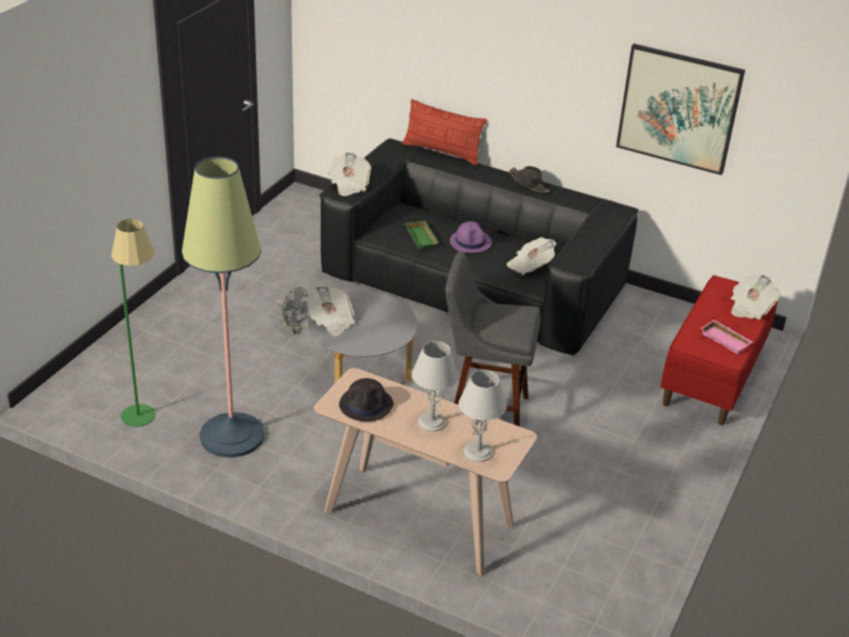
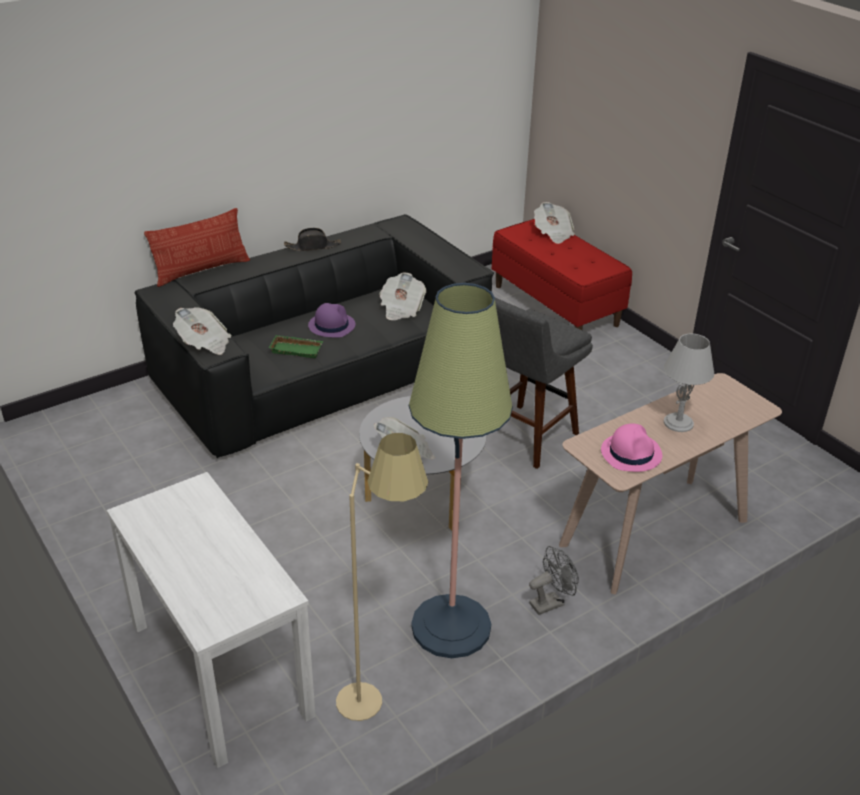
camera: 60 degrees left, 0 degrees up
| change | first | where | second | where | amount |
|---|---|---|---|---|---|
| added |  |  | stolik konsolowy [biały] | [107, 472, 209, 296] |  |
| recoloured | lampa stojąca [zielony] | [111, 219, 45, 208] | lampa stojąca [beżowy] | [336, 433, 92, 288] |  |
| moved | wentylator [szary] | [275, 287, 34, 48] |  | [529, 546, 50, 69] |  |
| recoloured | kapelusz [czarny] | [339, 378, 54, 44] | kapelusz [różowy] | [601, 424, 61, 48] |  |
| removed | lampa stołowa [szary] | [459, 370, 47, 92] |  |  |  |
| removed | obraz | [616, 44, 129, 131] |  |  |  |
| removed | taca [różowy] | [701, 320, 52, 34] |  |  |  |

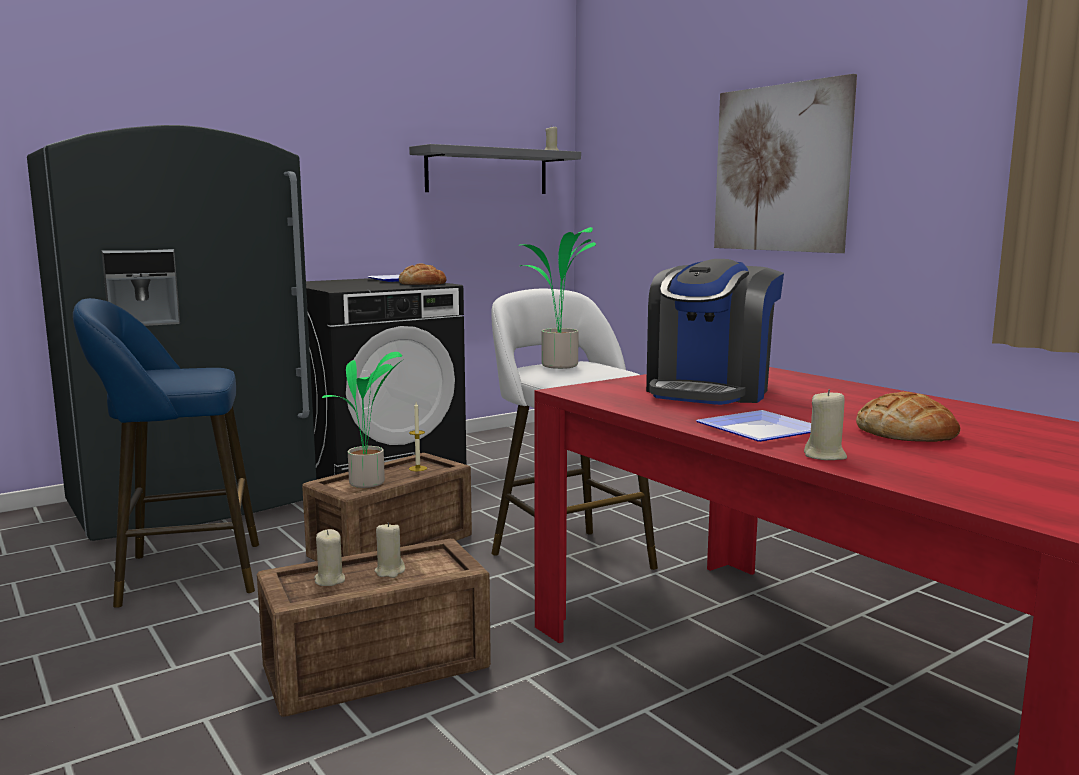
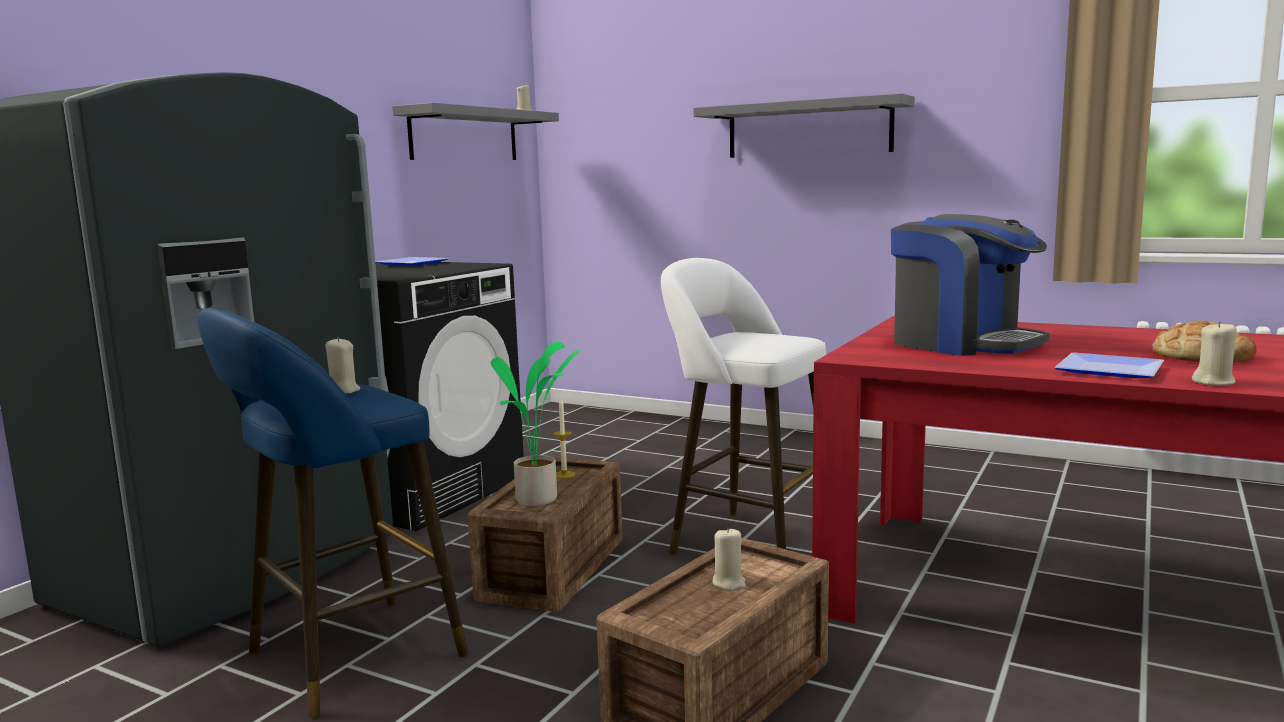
camera: 25 degrees left, 0 degrees up
| change | first | where | second | where | amount |
|---|---|---|---|---|---|
| moved | świeca [beżowy] | [314, 529, 31, 57] |  | [325, 337, 35, 57] |  |
| replaced | obraz | [714, 74, 143, 179] | półka [szary] | [693, 93, 222, 65] |  |
| turned | ekspres do kawy | [646, 259, 138, 146] |  | [891, 214, 158, 142] | 45 degrees counterclockwise |
| removed | chleb | [399, 263, 48, 22] |  |  |  |
| removed | roślina doniczkowa | [519, 227, 77, 142] |  |  |  |

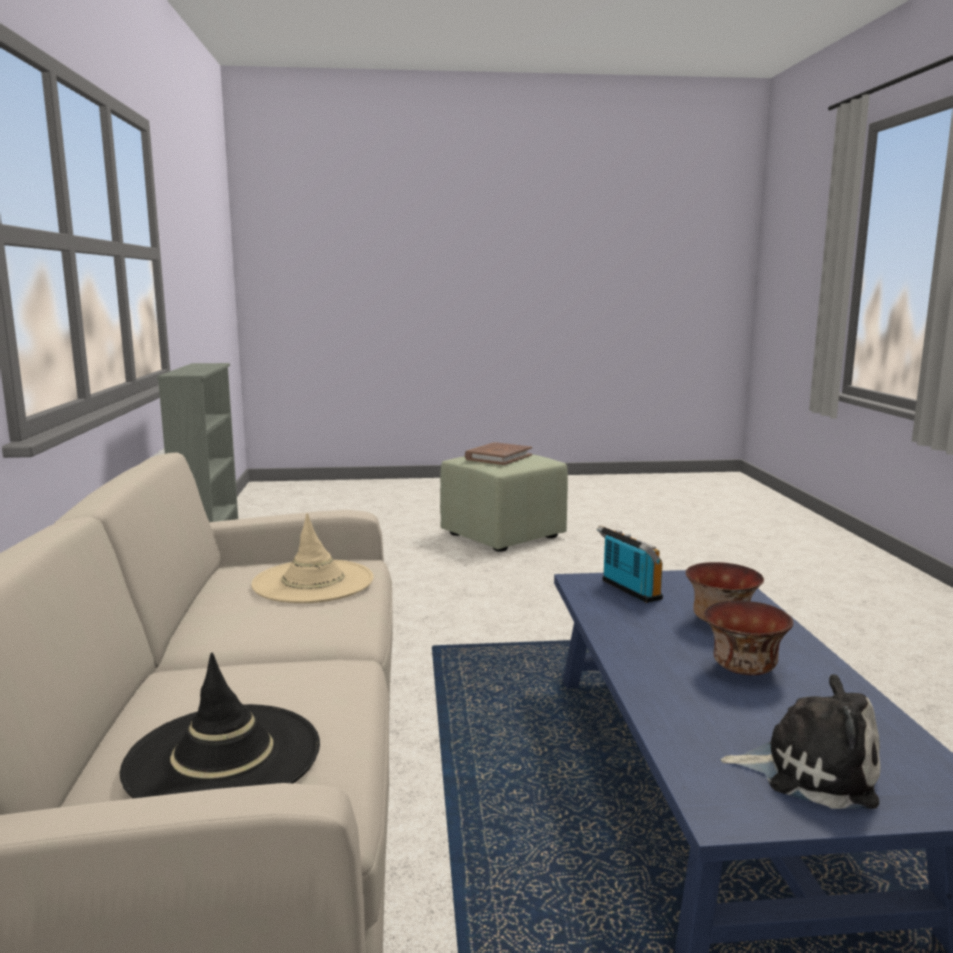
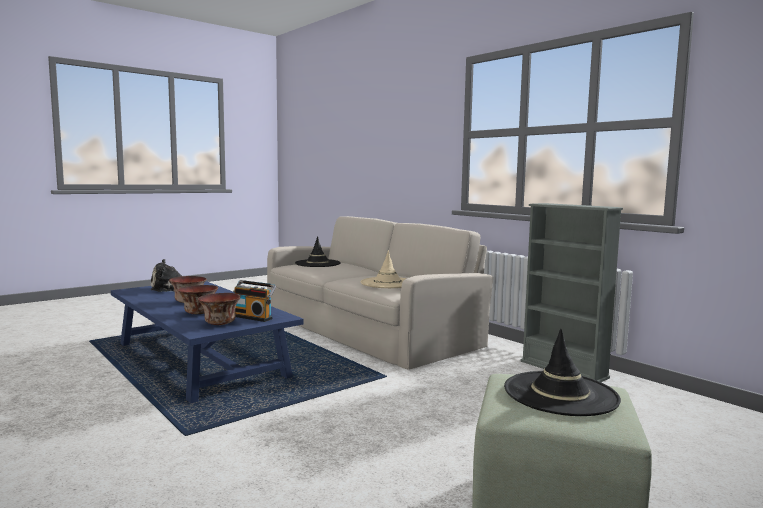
camera: 145 degrees right, 5 degrees down
| change | first | where | second | where | amount |
|---|---|---|---|---|---|
| added |  |  | miska | [198, 293, 43, 32] |  |
| replaced | książka [brązowy] | [465, 442, 67, 23] | kapelusz [czarny] | [504, 329, 117, 87] |  |

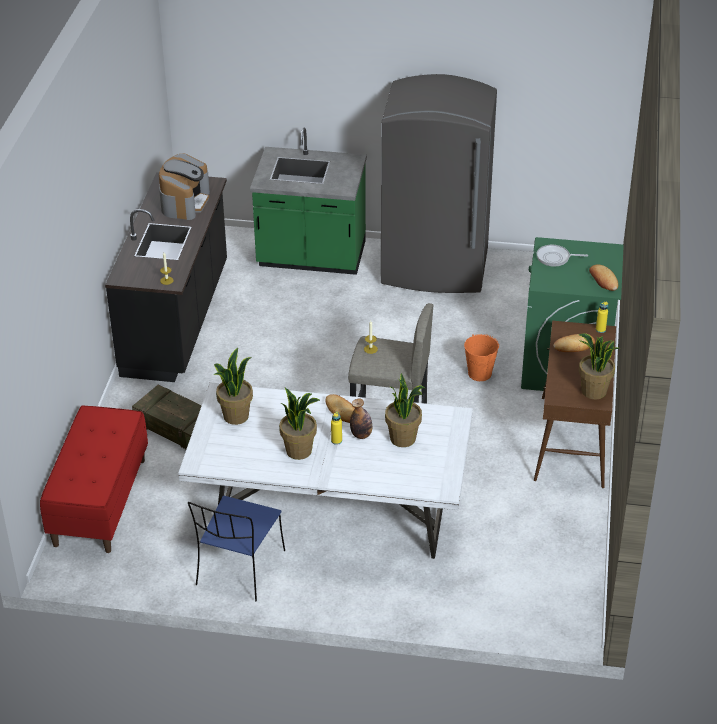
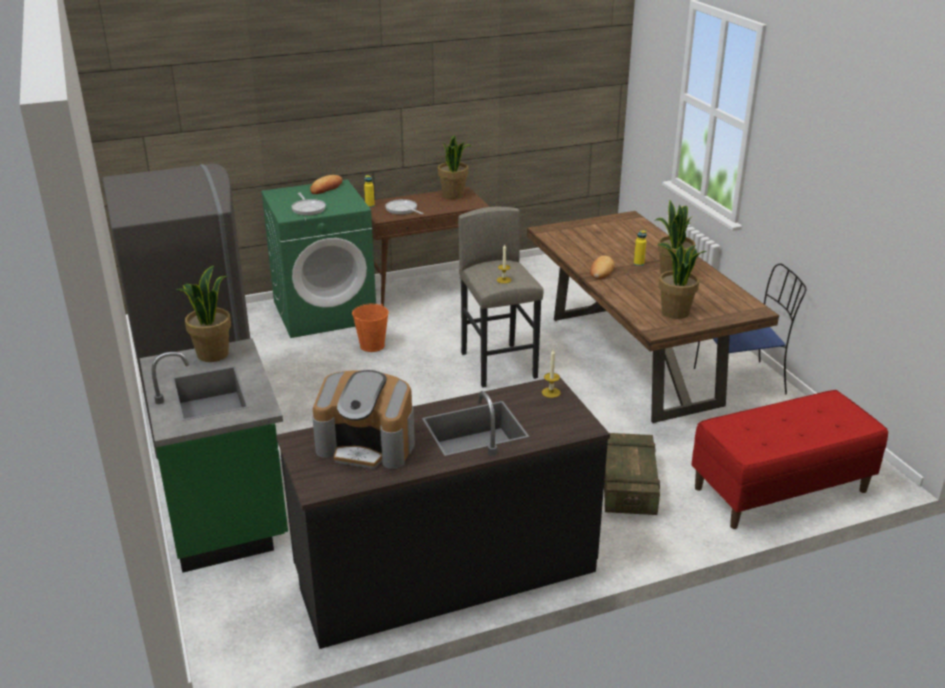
camera: 120 degrees left, 10 degrees down
| change | first | where | second | where | amount |
|---|---|---|---|---|---|
| moved | roślina doniczkowa | [385, 373, 40, 74] |  | [176, 265, 55, 97] |  |
| turned | ekspres do kawy | [159, 154, 51, 66] |  | [312, 370, 103, 99] | 150 degrees counterclockwise |
| replaced | chleb | [553, 334, 42, 18] | patelnia | [385, 199, 38, 16] |  |
| recoloured | stół jadalny [biały] | [178, 383, 295, 176] | stół jadalny [brązowy] | [527, 211, 252, 212] |  |
| removed | butelka | [350, 399, 22, 40] |  |  |  |

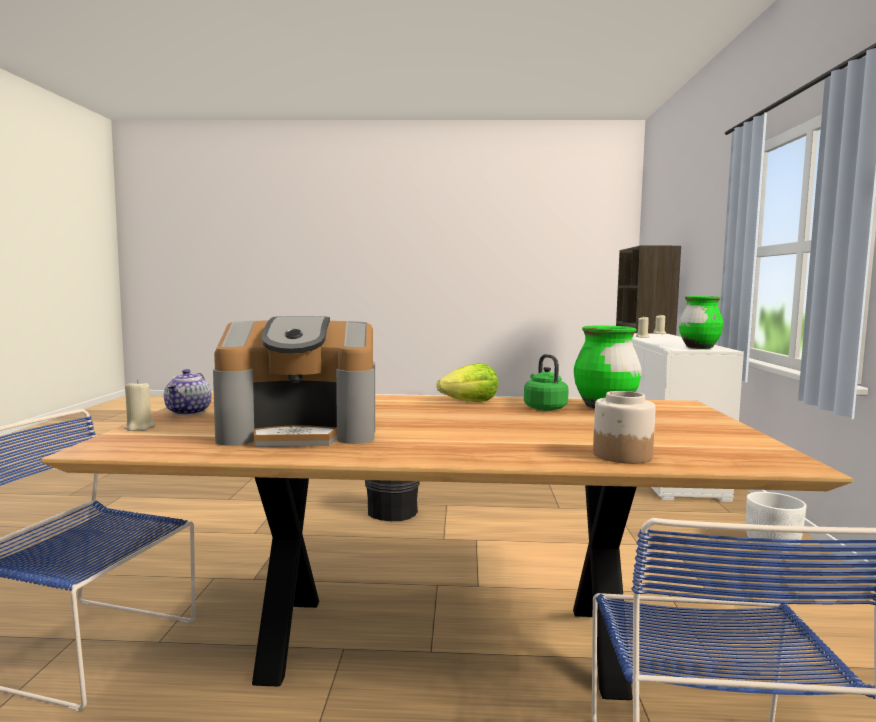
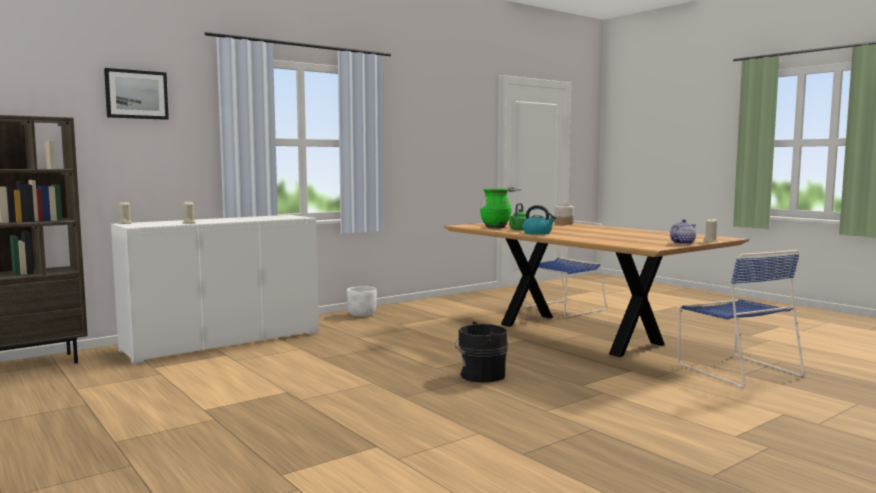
camera: 130 degrees left, 0 degrees up
| change | first | where | second | where | amount |
|---|---|---|---|---|---|
| added |  |  | obraz | [104, 68, 65, 52] |  |
| replaced | sałata | [437, 363, 61, 39] | czajnik | [522, 205, 34, 30] |  |
| removed | ekspres do kawy | [213, 316, 162, 131] |  |  |  |
| removed | wazon [zielony] | [679, 296, 45, 53] |  |  |  |

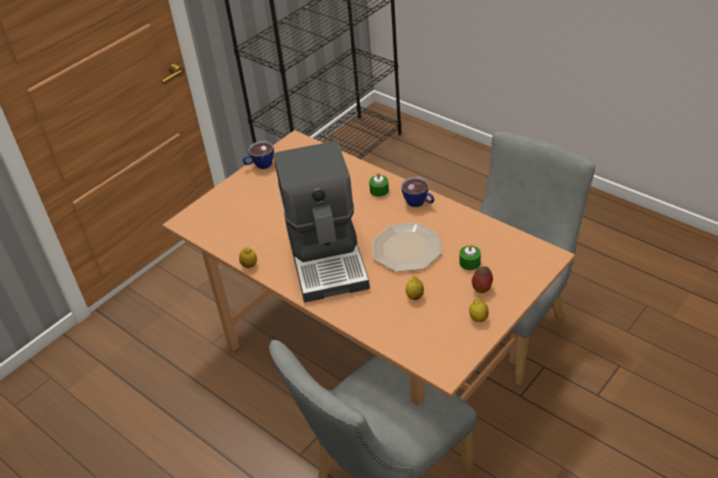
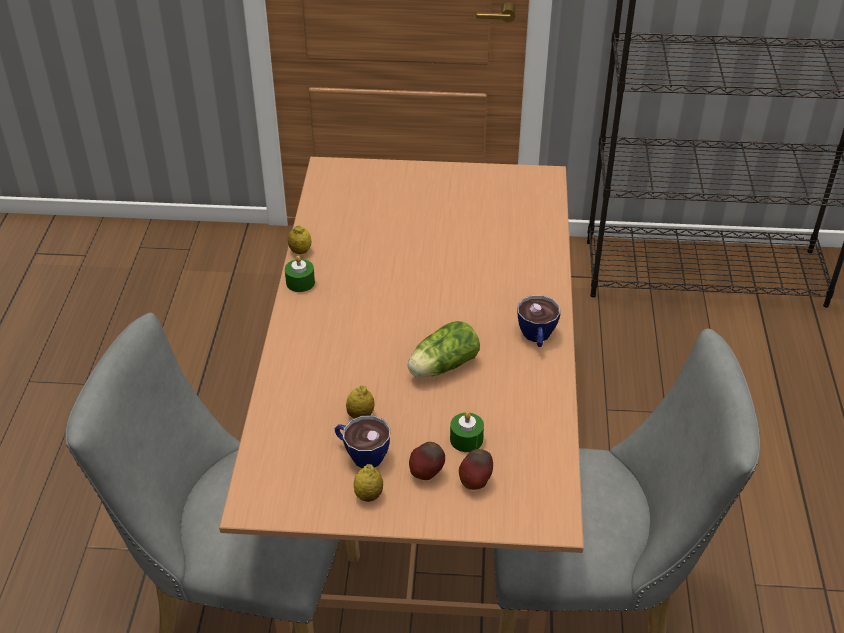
camera: 50 degrees right, 0 degrees up
| change | first | where | second | where | amount |
|---|---|---|---|---|---|
| moved | świeca [zielony] | [369, 173, 20, 24] |  | [285, 256, 30, 36] |  |
| moved | filiżanka | [242, 141, 32, 28] |  | [335, 416, 55, 52] |  |
| replaced | talerz | [372, 223, 70, 49] | sałata | [408, 321, 72, 56] |  |
| added |  |  | jabłko | [459, 449, 34, 41] |  |
| removed | ekspres do kawy | [274, 141, 96, 162] |  |  |  |

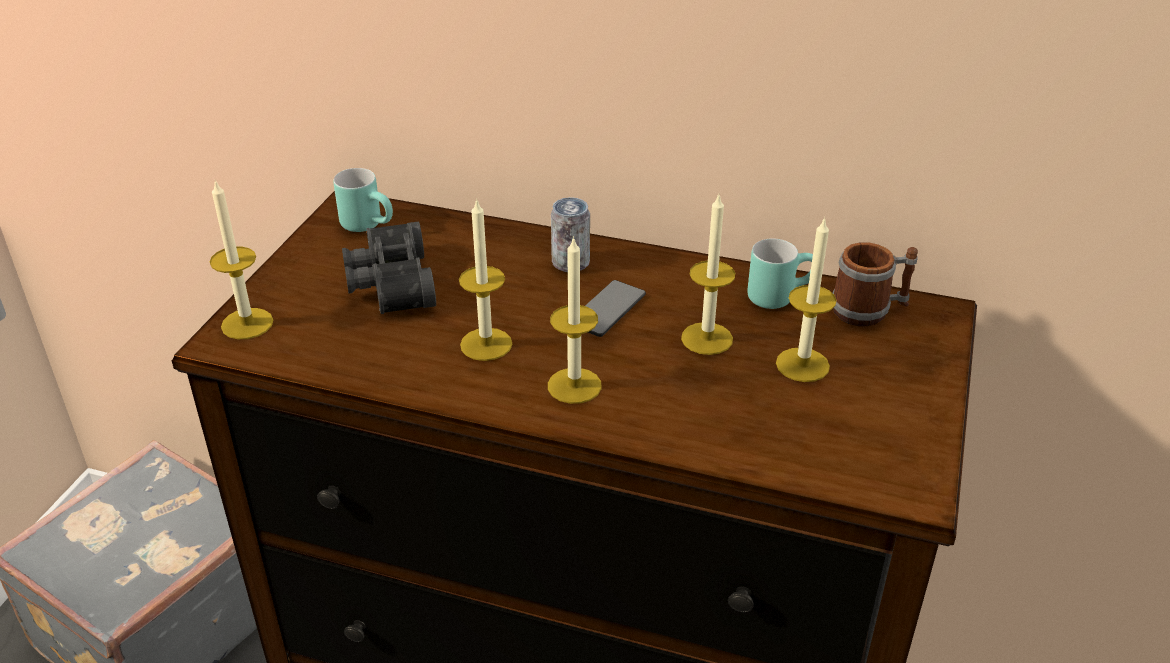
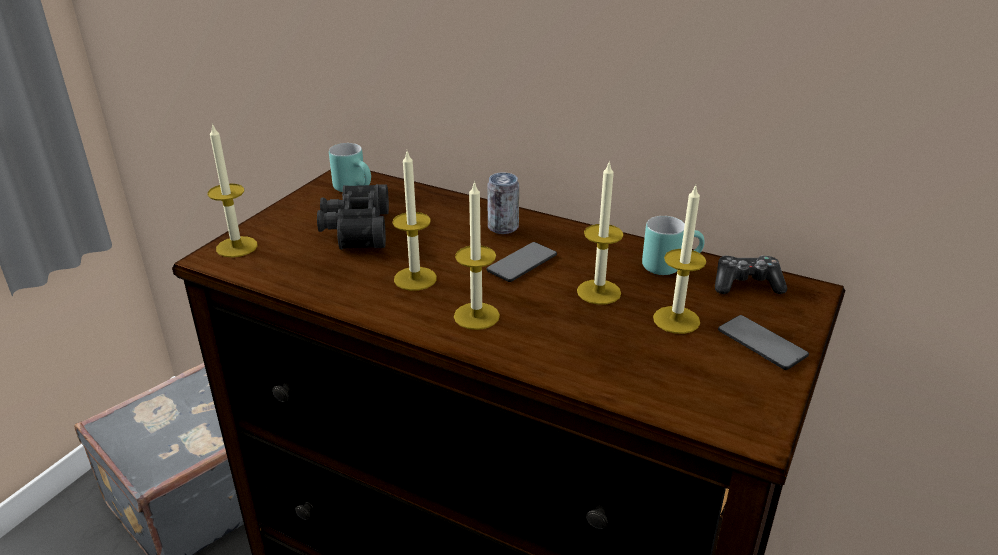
camera: 10 degrees right, 5 degrees down
| change | first | where | second | where | amount |
|---|---|---|---|---|---|
| replaced | kubek | [832, 242, 86, 84] | pad do gier | [715, 256, 72, 38] |  |
| added |  |  | telefon | [718, 315, 91, 55] |  |

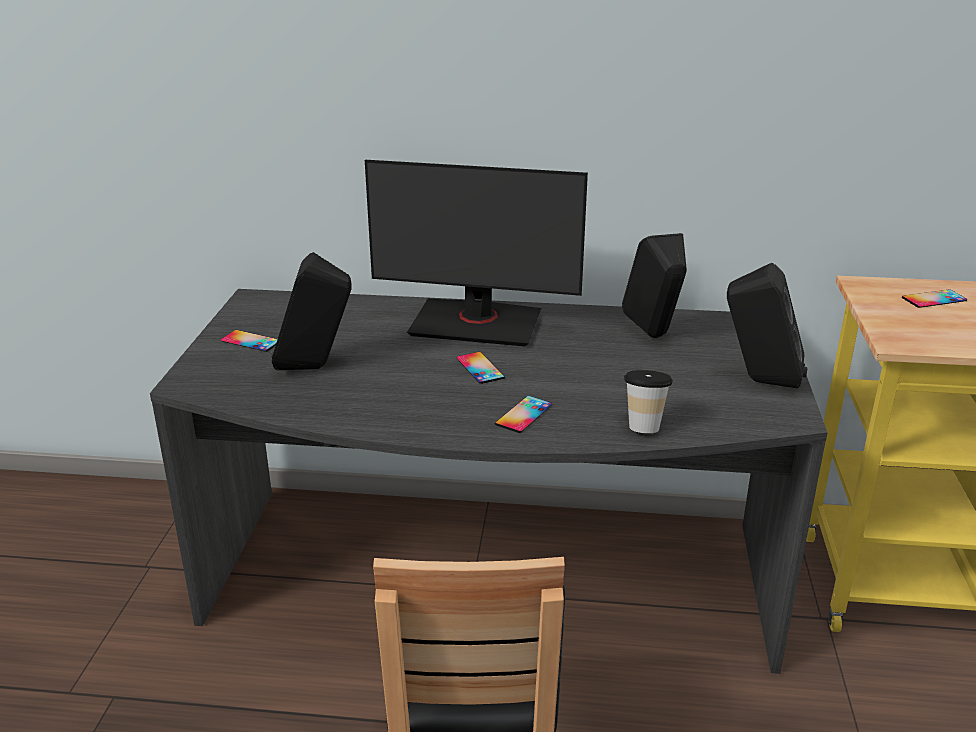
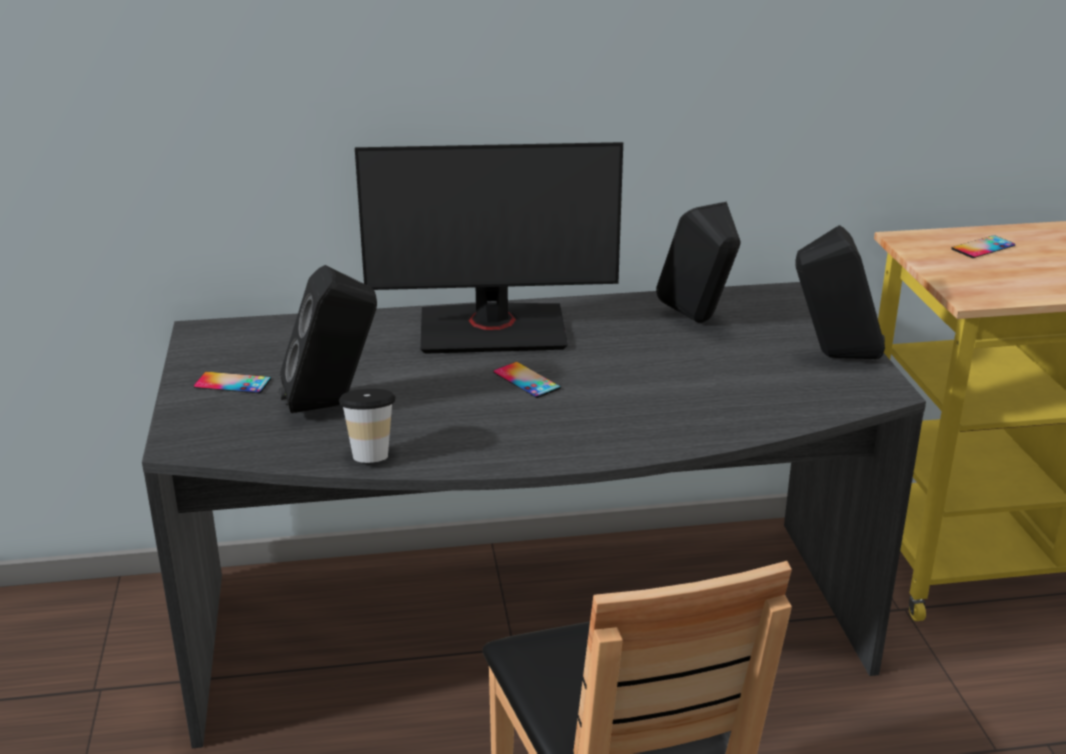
camera: 15 degrees left, 0 degrees up
| change | first | where | second | where | amount |
|---|---|---|---|---|---|
| moved | filiżanka | [624, 370, 49, 63] |  | [339, 389, 57, 74] |  |
| removed | telefon | [495, 396, 57, 37] |  |  |  |

